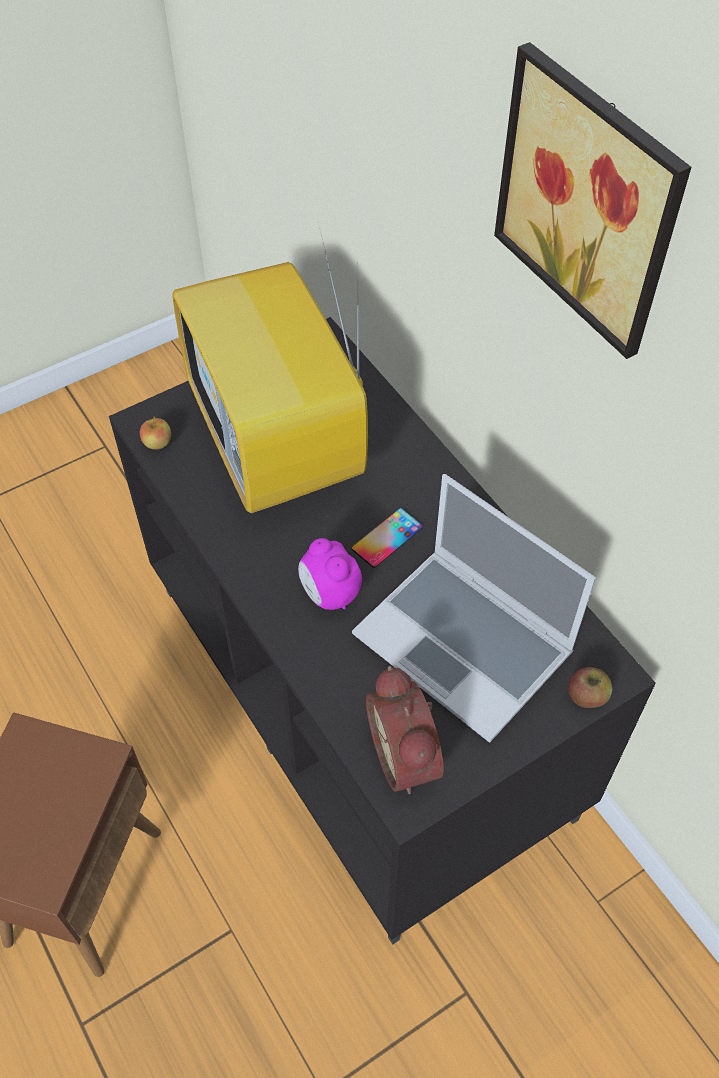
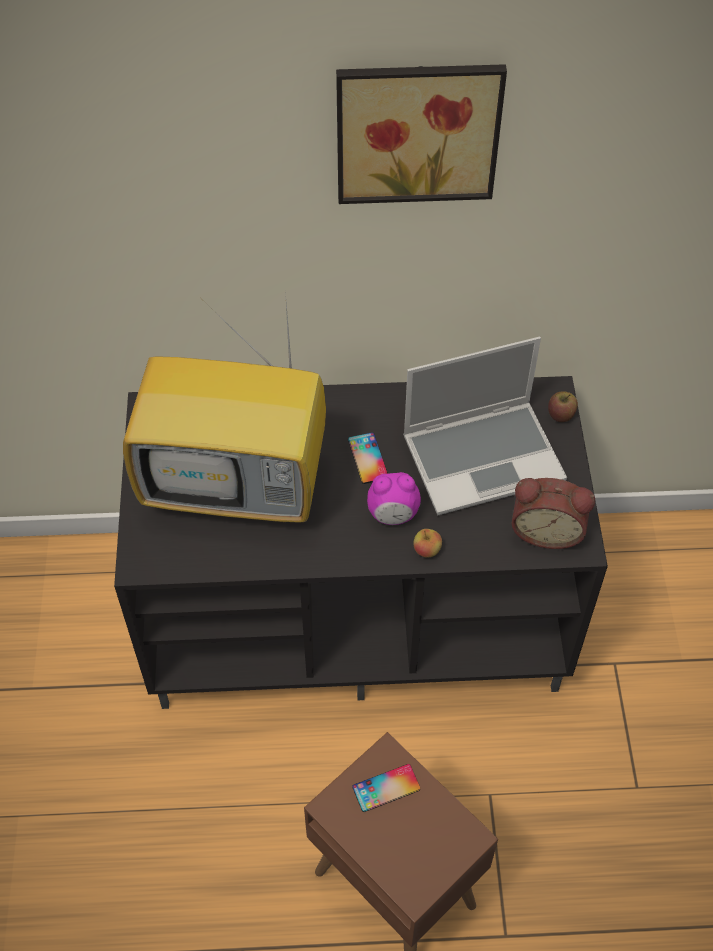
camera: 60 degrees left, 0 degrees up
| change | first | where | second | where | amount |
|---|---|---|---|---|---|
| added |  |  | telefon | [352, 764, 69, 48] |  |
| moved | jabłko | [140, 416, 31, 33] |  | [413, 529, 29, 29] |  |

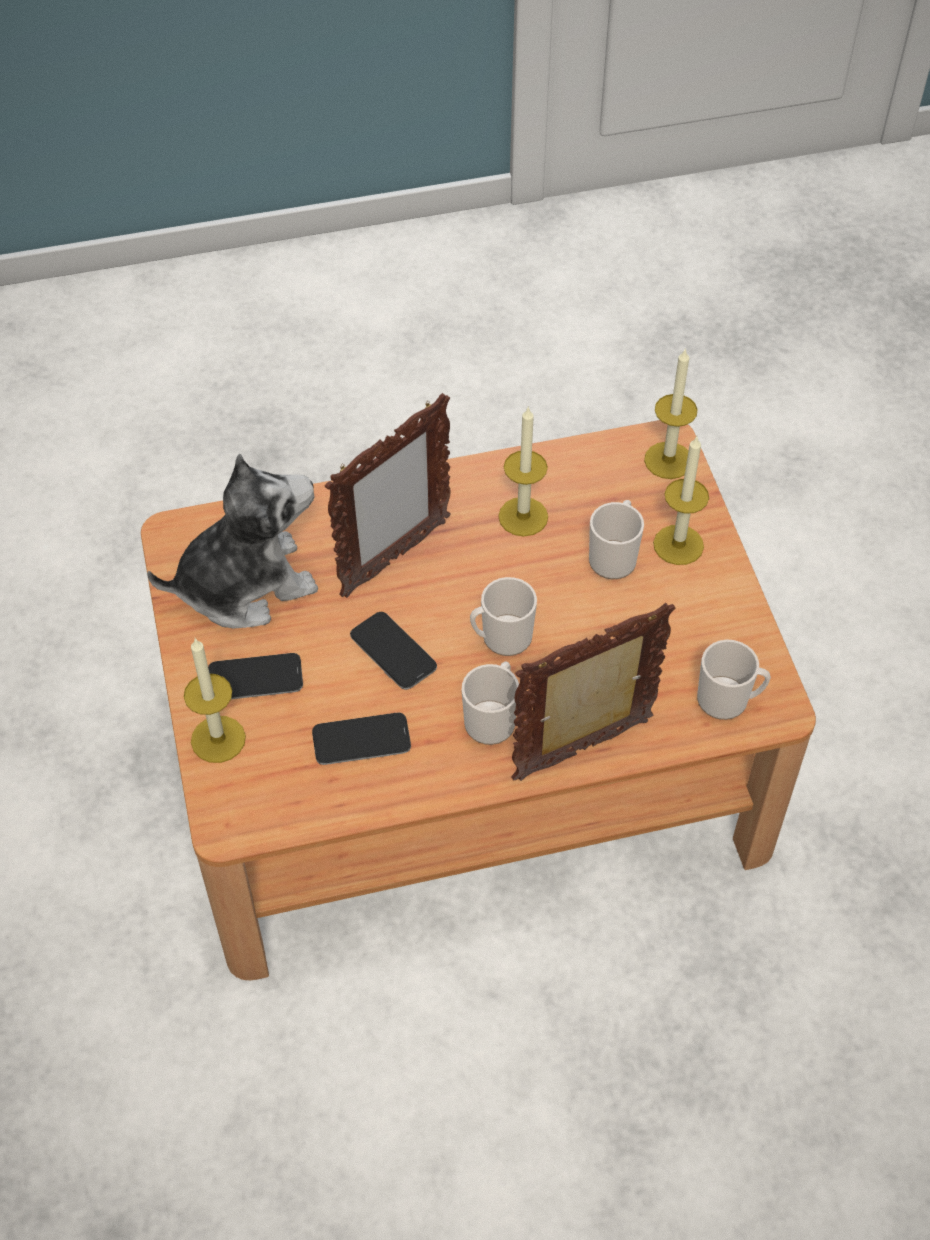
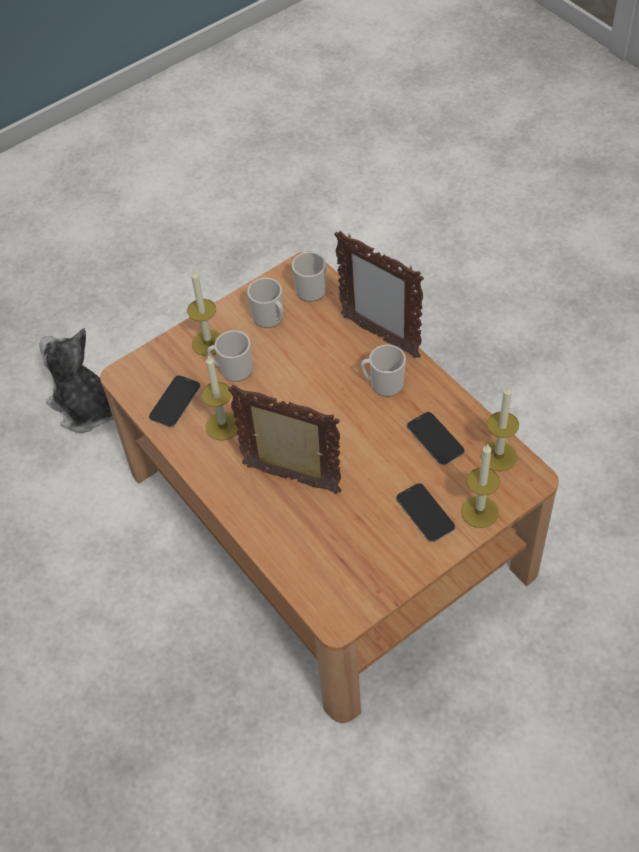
camera: 110 degrees left, 0 degrees up
| change | first | where | second | where | amount |
|---|---|---|---|---|---|
| moved | pluszak | [147, 454, 171, 174] |  | [39, 328, 75, 105] |  |
| moved | telefon | [350, 612, 87, 78] |  | [149, 375, 51, 52] |  |
| moved | kubek | [470, 577, 67, 79] |  | [247, 278, 36, 50] |  |
| moved | świeca | [644, 348, 54, 131] |  | [481, 385, 38, 86] |  |

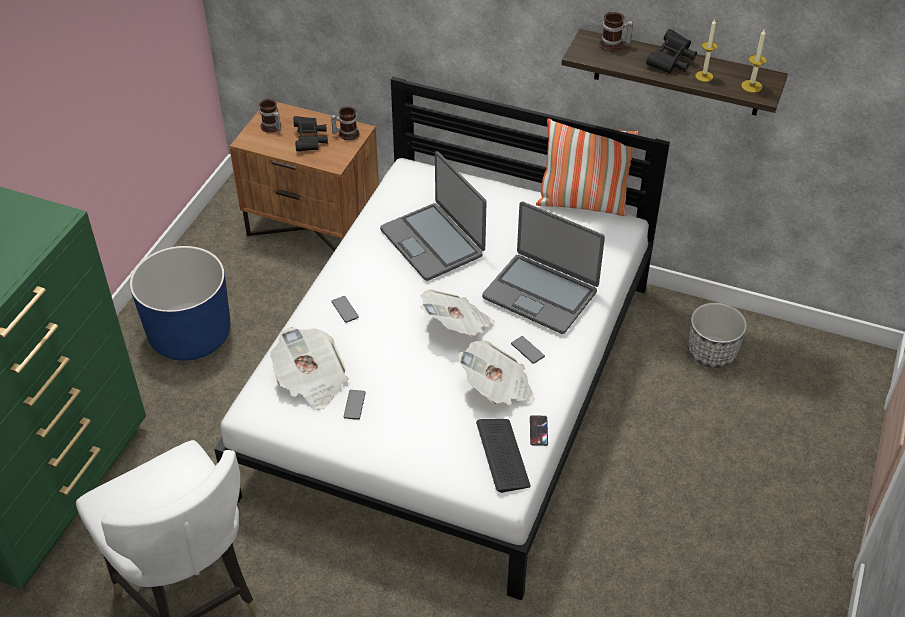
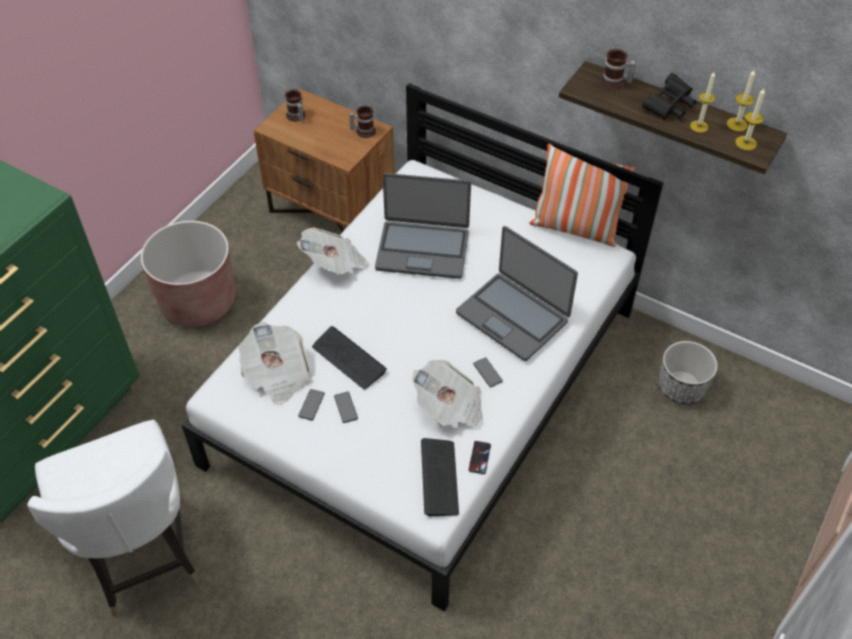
camera: 10 degrees right, 5 degrees up
| change | first | where | second | where | amount |
|---|---|---|---|---|---|
| recoloured | donica [niebieski] | [130, 246, 100, 115] | donica [brązowy] | [141, 221, 94, 106] |  |
| moved | gazeta | [421, 289, 74, 47] |  | [297, 227, 72, 48] |  |
| added |  |  | klawiatura | [312, 326, 75, 64] |  |
| moved | telefon | [331, 296, 28, 27] |  | [334, 391, 24, 32] |  |
| turned | laptop | [380, 151, 107, 130] |  | [375, 173, 96, 106] | 60 degrees counterclockwise |
| added |  |  | świeca | [727, 70, 28, 62] |  |
| removed | lornetka [czarny] | [293, 116, 35, 35] |  |  |  |

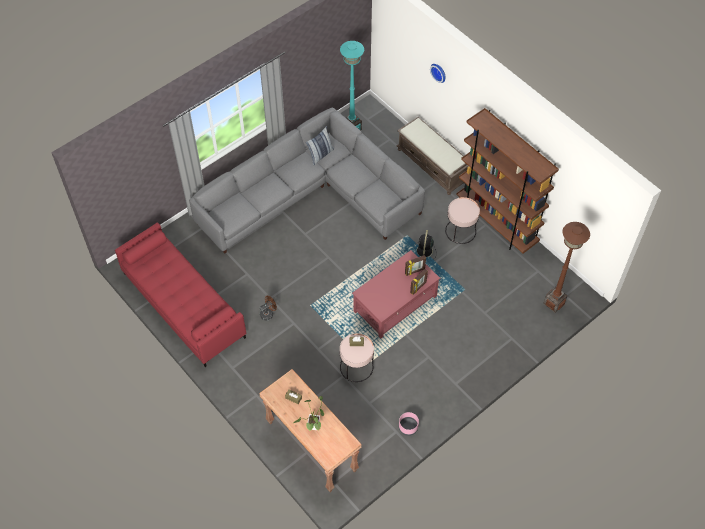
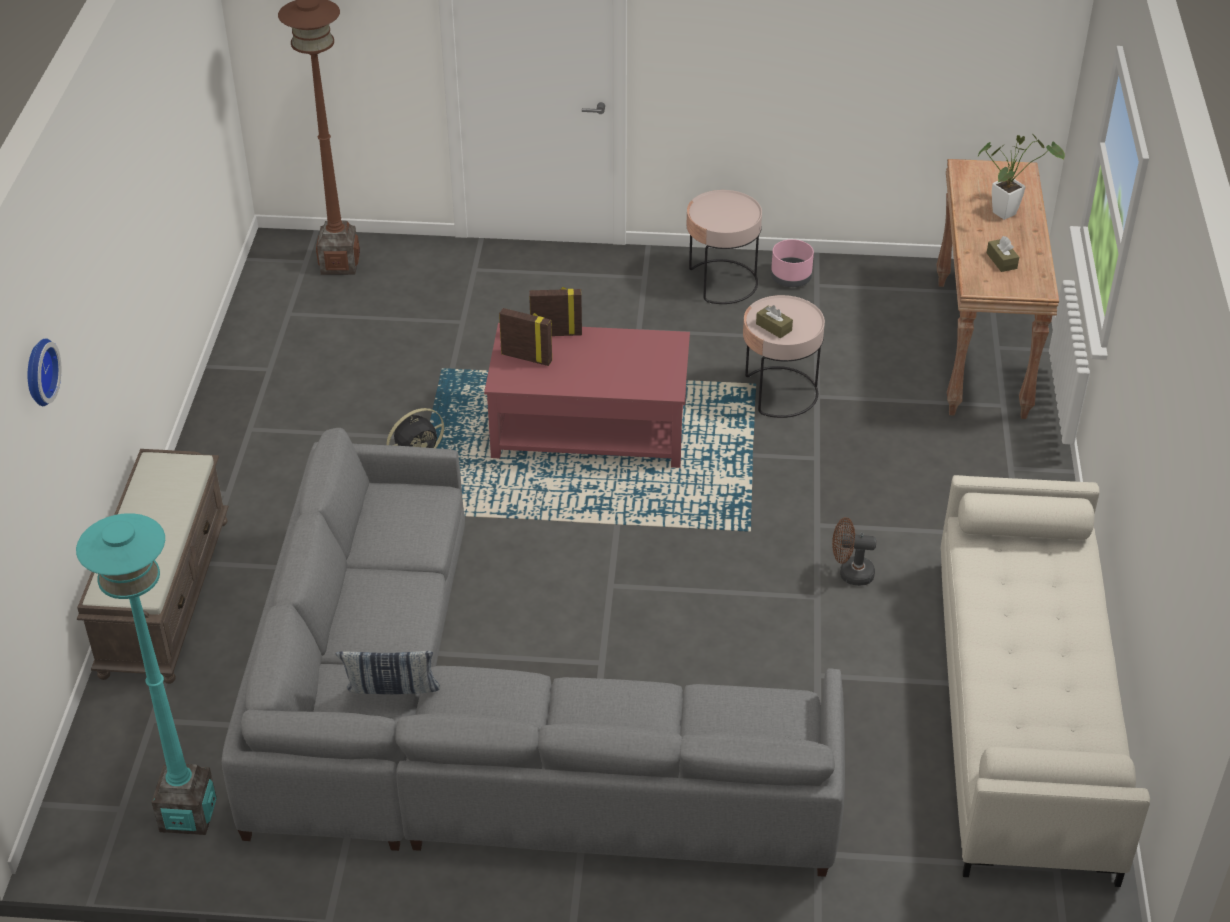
camera: 135 degrees left, 15 degrees down
| change | first | where | second | where | amount |
|---|---|---|---|---|---|
| moved | stolik [różowy] | [445, 197, 35, 47] |  | [686, 190, 76, 114] |  |
| recoloured | kanapa [czerwony] | [115, 222, 131, 145] | kanapa [beżowy] | [940, 475, 210, 412] |  |
| removed | regał [brązowy] | [456, 108, 103, 146] |  |  |  |

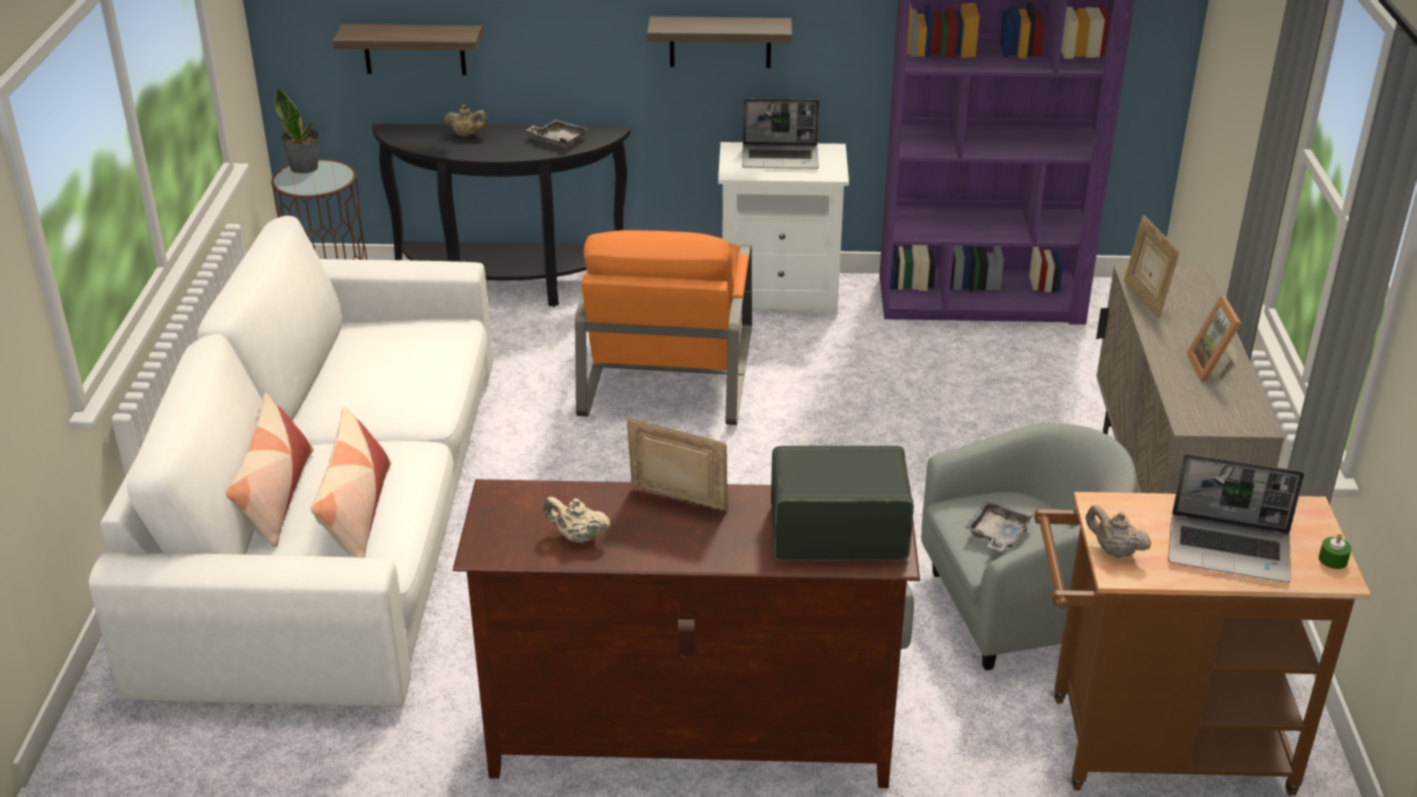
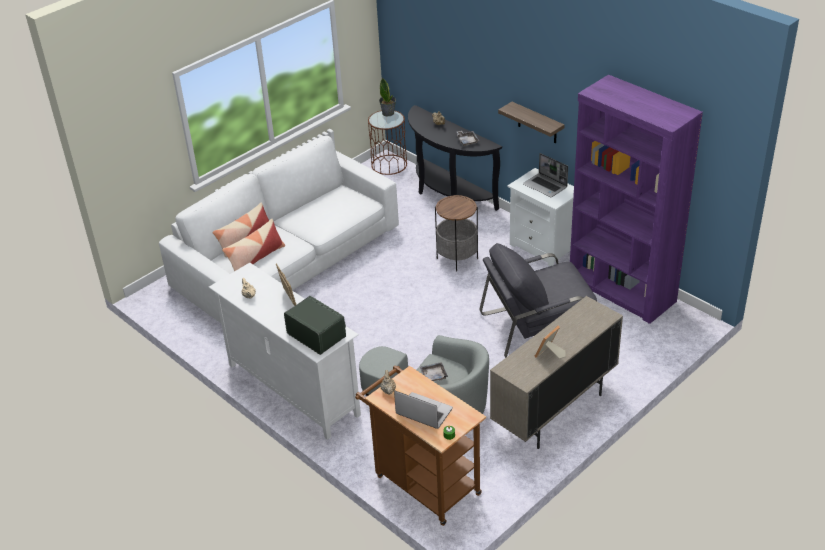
camera: 45 degrees right, 5 degrees up
| change | first | where | second | where | amount |
|---|---|---|---|---|---|
| recoloured | szafka pod telewizor [brązowy] | [453, 479, 467, 309] | szafka pod telewizor [biały] | [209, 263, 152, 177] |  |
| turned | laptop | [1168, 454, 136, 129] |  | [394, 391, 59, 38] | 150 degrees clockwise |
| replaced | fotel [pomarańczowy] | [575, 230, 177, 195] | stolik | [435, 195, 43, 77] |  |
| added |  |  | fotel [szary] | [479, 243, 118, 115] |  |
| removed | półka | [333, 24, 150, 51] |  |  |  |
| removed | ramka na zdjęcie | [1124, 215, 56, 103] |  |  |  |

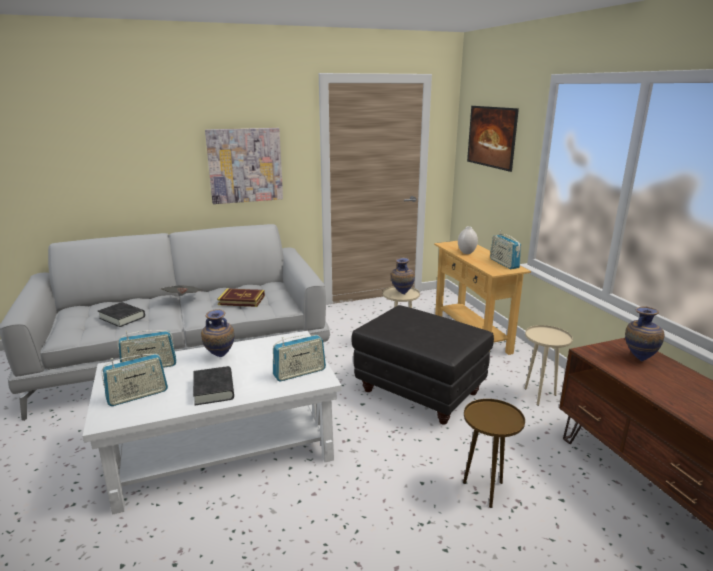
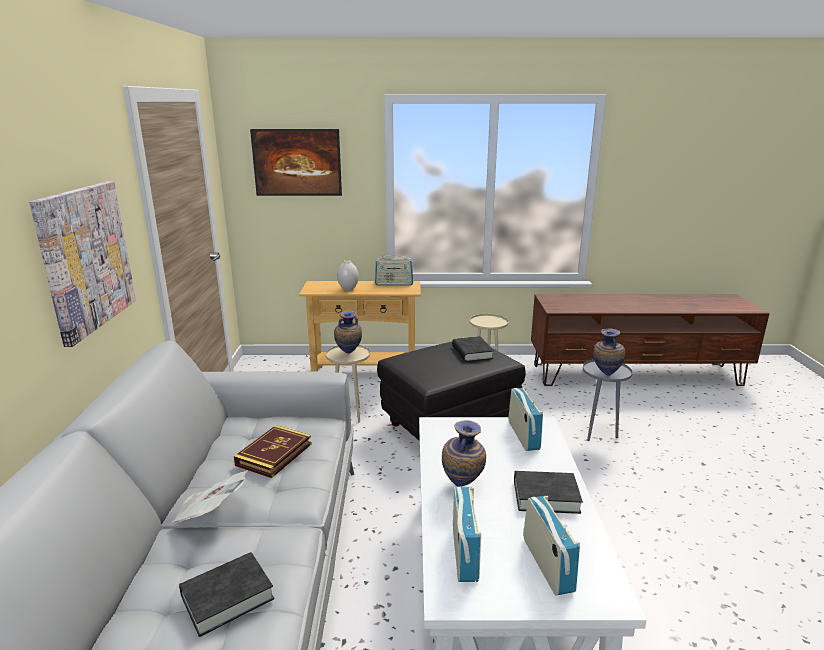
camera: 70 degrees left, 0 degrees up
| change | first | where | second | where | amount |
|---|---|---|---|---|---|
| added |  |  | książka [czarny] | [452, 336, 42, 26] |  |
| recoloured | stolik [brązowy] | [463, 399, 62, 109] | stolik [szary] | [583, 359, 50, 82] |  |
| moved | wazon | [625, 306, 39, 56] |  | [593, 328, 33, 48] |  |

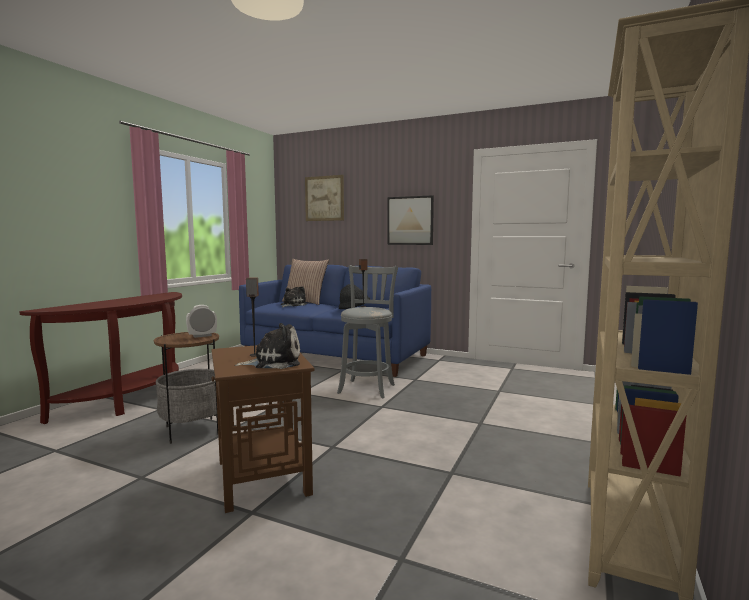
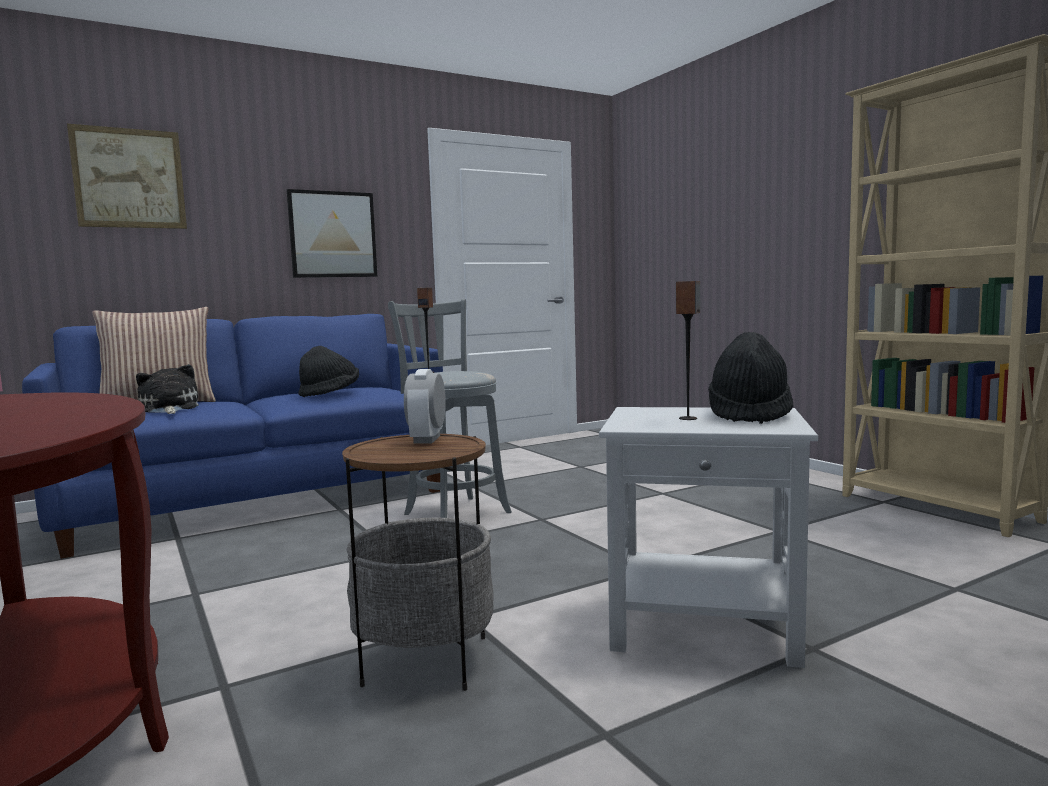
camera: 55 degrees left, 0 degrees up
| change | first | where | second | where | amount |
|---|---|---|---|---|---|
| recoloured | stolik [brązowy] | [211, 345, 104, 168] | stolik [biały] | [599, 407, 219, 261] |  |
| replaced | pluszak | [235, 323, 65, 46] | kapelusz [czarny] | [708, 332, 85, 92] |  |

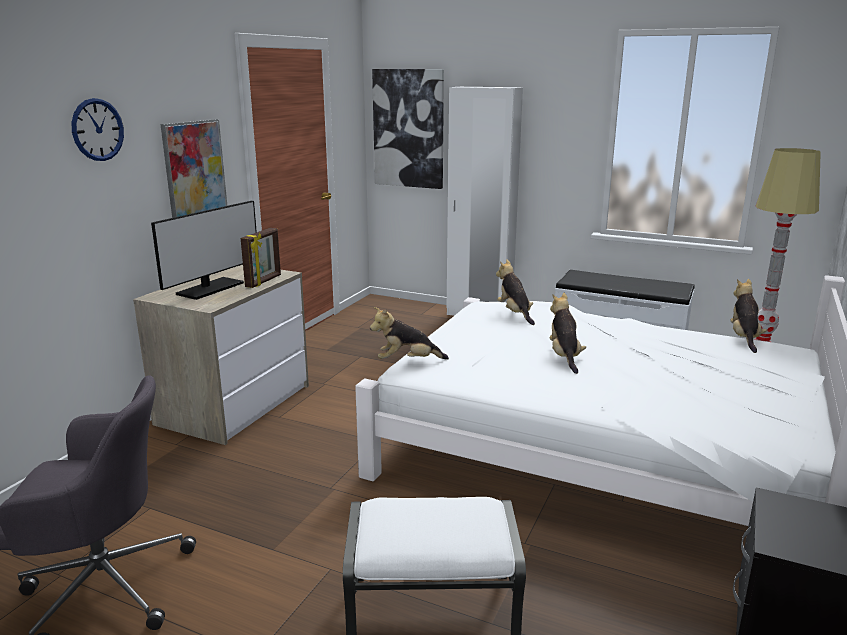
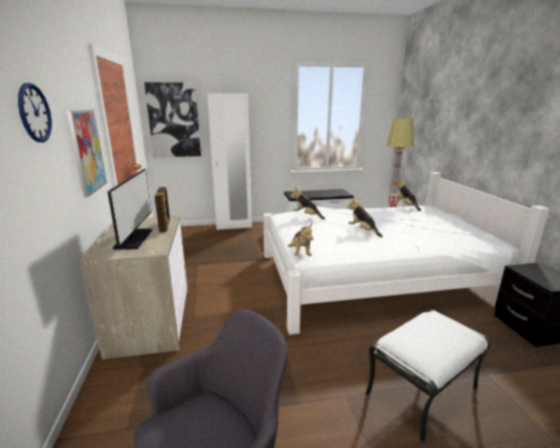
camera: 35 degrees left, 0 degrees up
| change | first | where | second | where | amount |
|---|---|---|---|---|---|
| turned | pluszak | [370, 307, 79, 53] |  | [288, 223, 25, 33] | 60 degrees counterclockwise |

